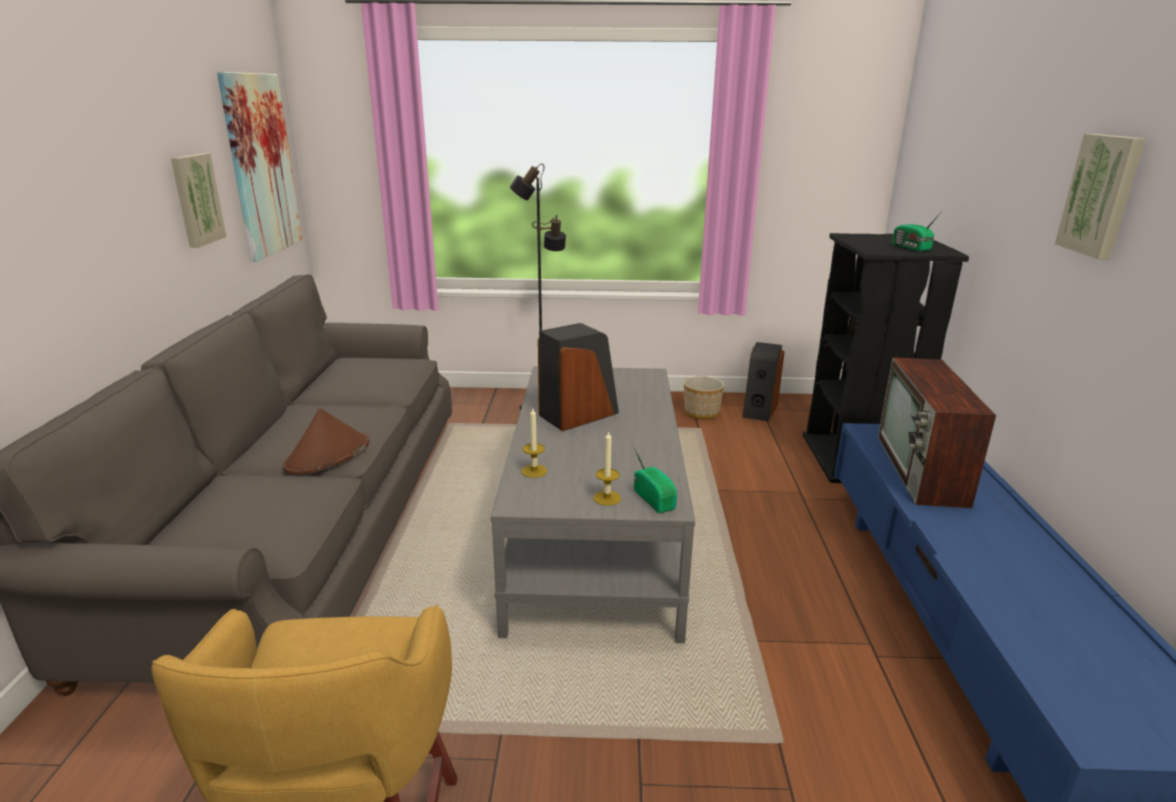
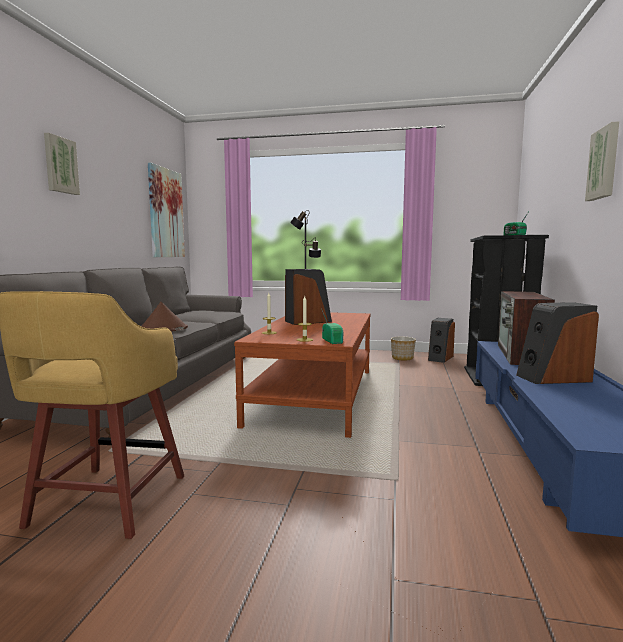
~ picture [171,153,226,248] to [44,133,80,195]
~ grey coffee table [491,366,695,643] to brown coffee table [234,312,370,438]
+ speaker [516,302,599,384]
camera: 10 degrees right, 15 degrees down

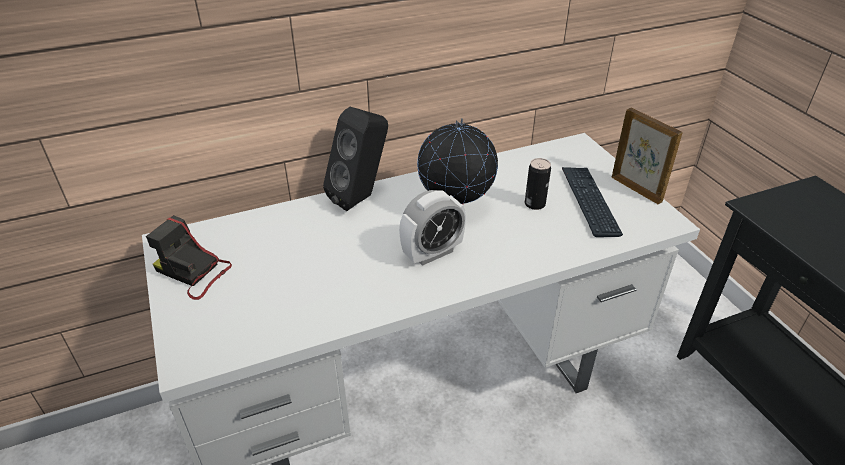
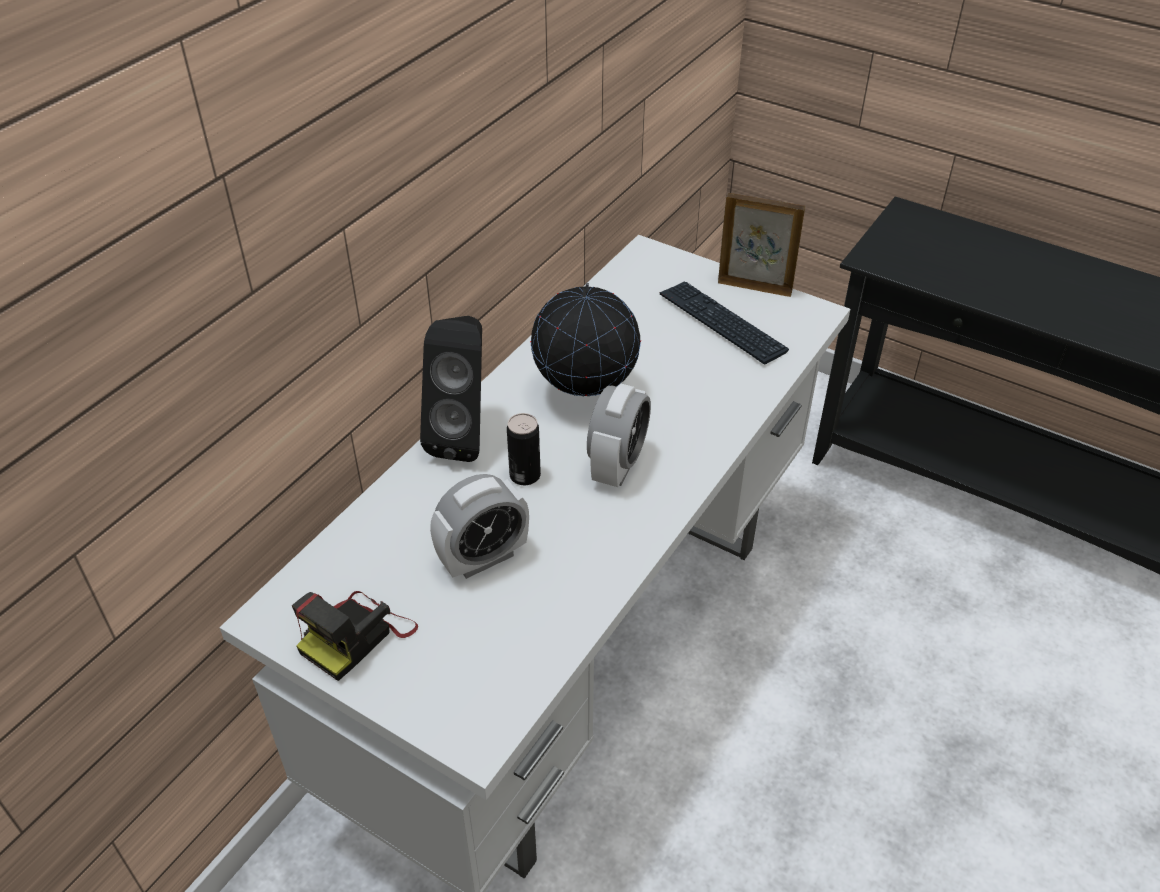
~ photo camera [146,215,232,300] = [292,591,418,681] 45 degrees counterclockwise
+ alarm clock [430,474,529,579]
~ can [525,158,551,210] to [507,413,541,485]
camera: 35 degrees left, 5 degrees up

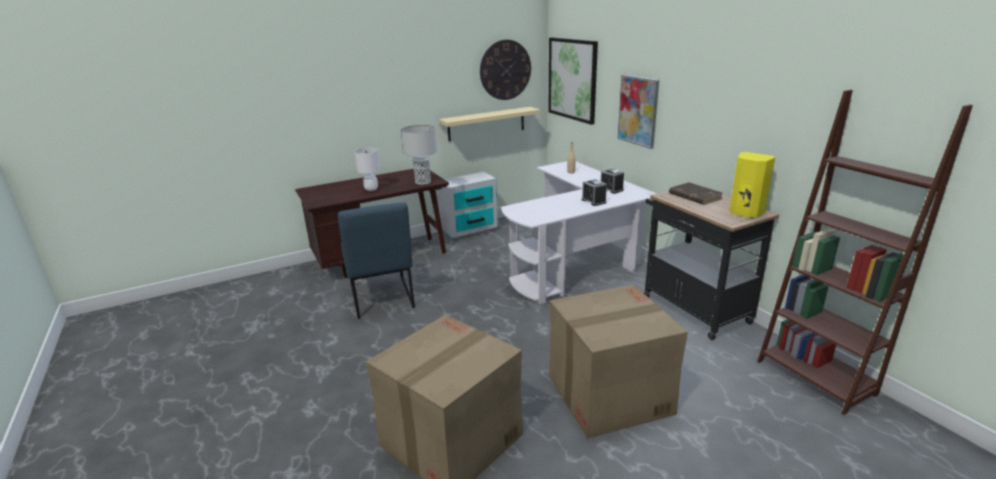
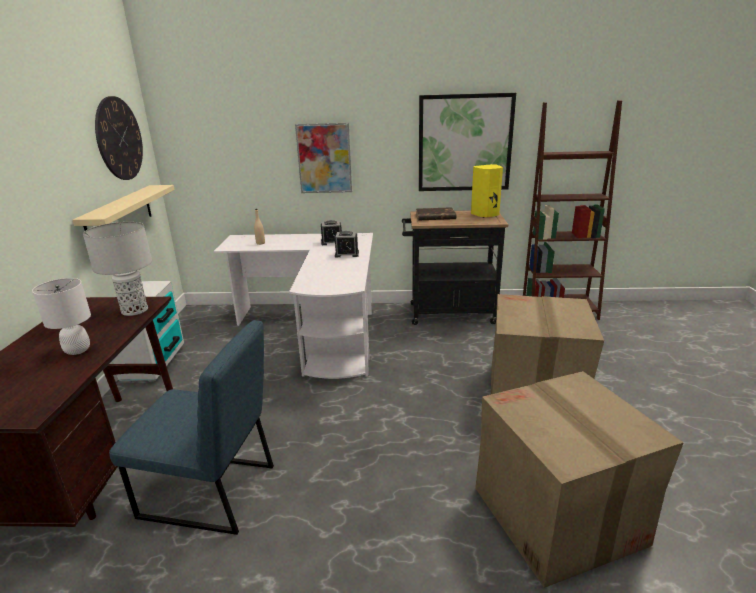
~ picture [549,38,598,125] to [419,93,516,191]
camera: 60 degrees left, 0 degrees up

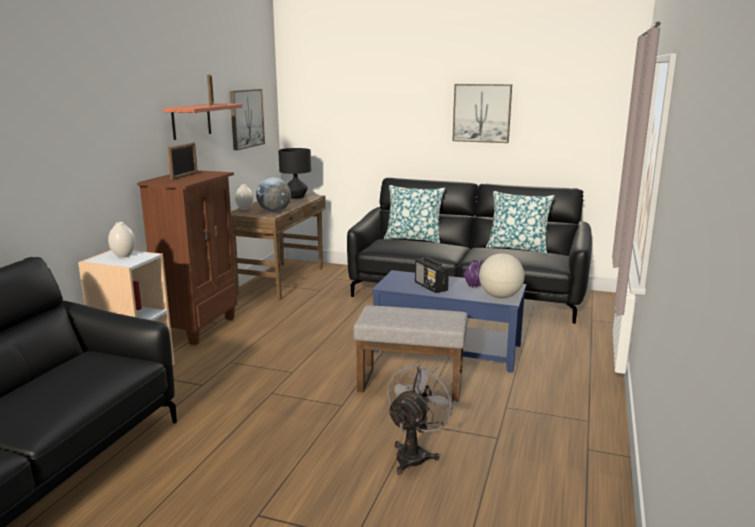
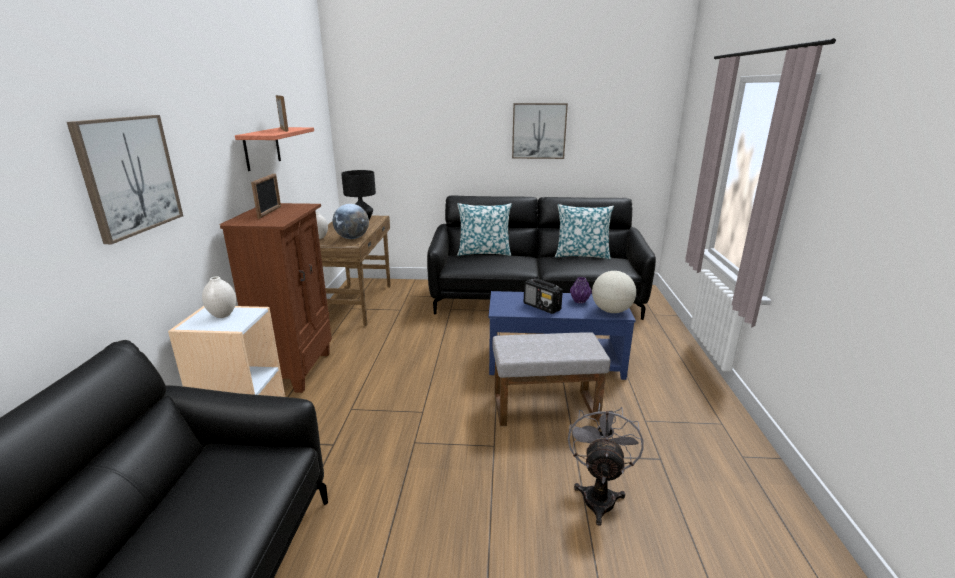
~ picture [230,89,265,150] to [67,115,183,244]
camera: 15 degrees left, 5 degrees up

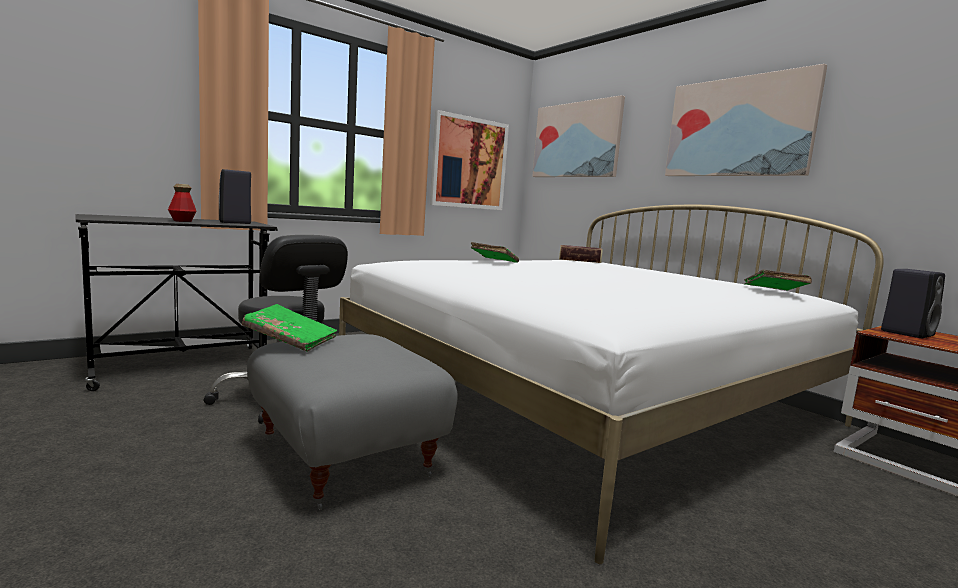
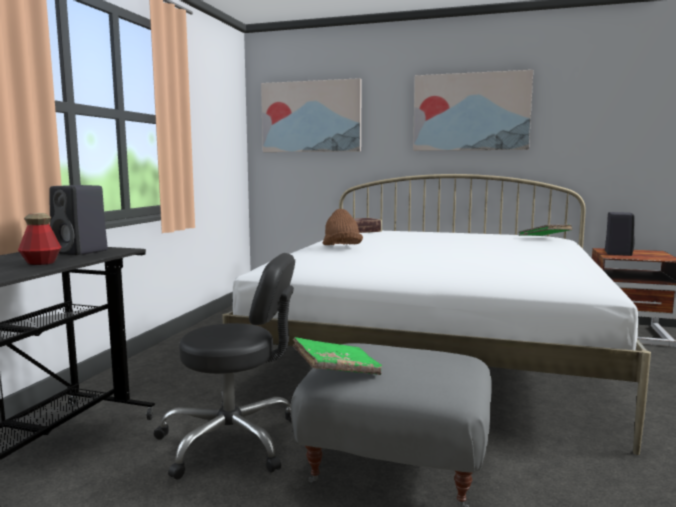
~ green book [471,242,519,263] to brown hat [323,209,363,245]
- picture [430,110,509,210]
camera: 35 degrees left, 0 degrees up

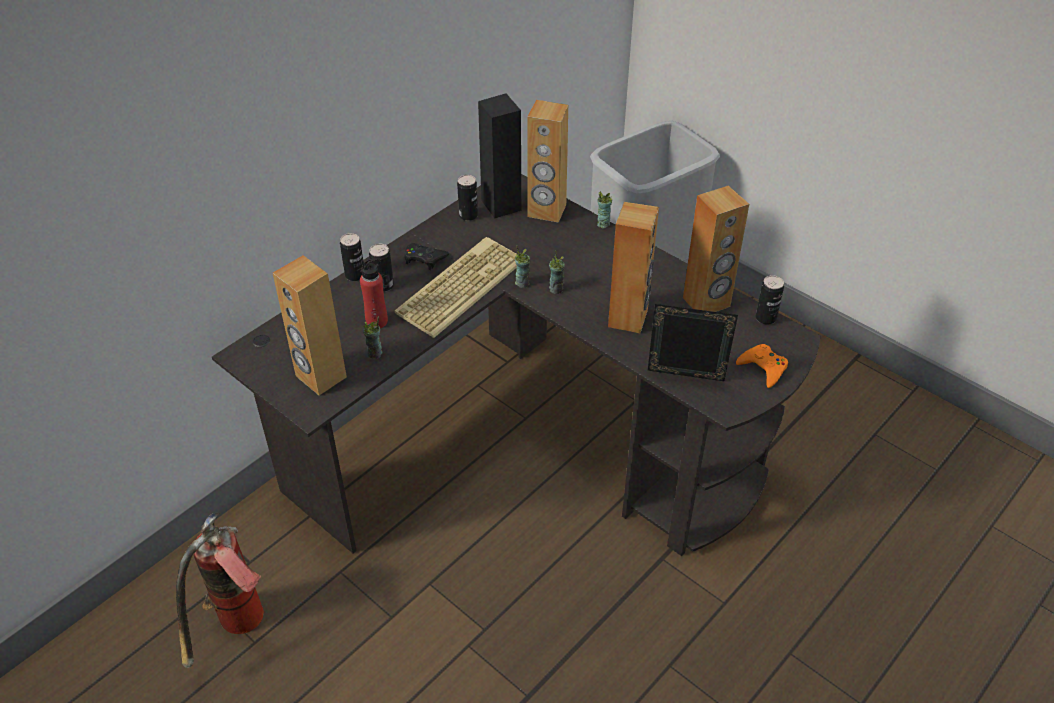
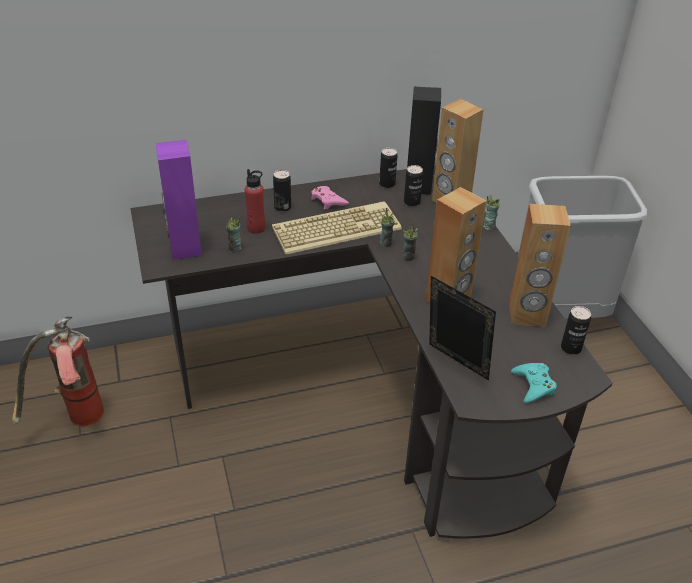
~ brown speaker [273,255,347,396] to purple speaker [156,140,202,259]
~ black game controller [405,243,449,270] to pink game controller [311,186,349,209]
~ can [340,233,363,281] to [404,165,423,207]
~ orange game controller [736,344,788,388] to turquoise game controller [511,363,557,403]
camera: 30 degrees right, 5 degrees down

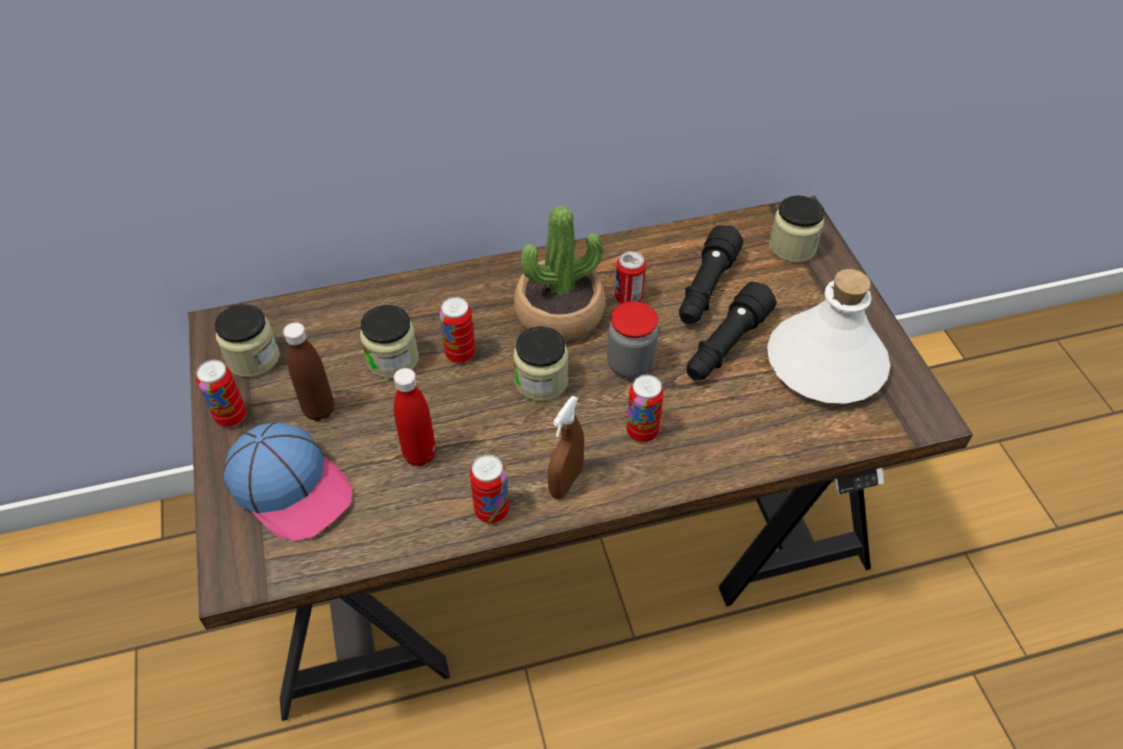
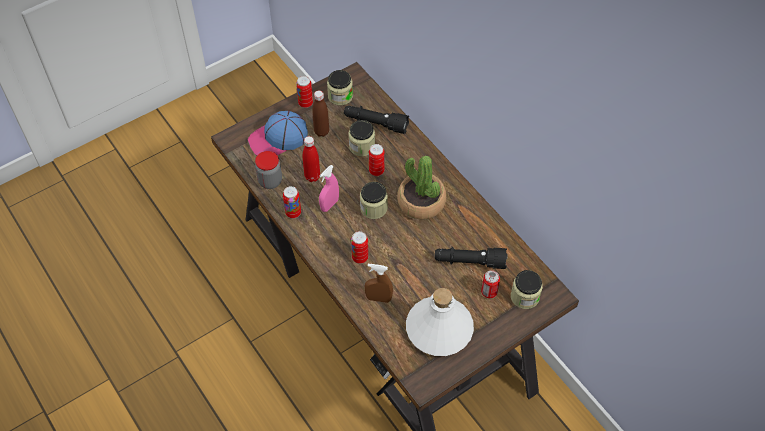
~ cap [223,422,353,541] = [248,111,308,155] 45 degrees clockwise
~ jar [607,301,659,378] to [255,151,282,189]
+ pink spray bottle [319,165,339,212]
~ black flashlight [686,281,777,380] to [344,106,409,134]
~ brown spray bottle [548,396,584,499] to [365,264,393,303]
~ can [615,251,646,304] to [481,270,500,298]
camera: 70 degrees right, 5 degrees up

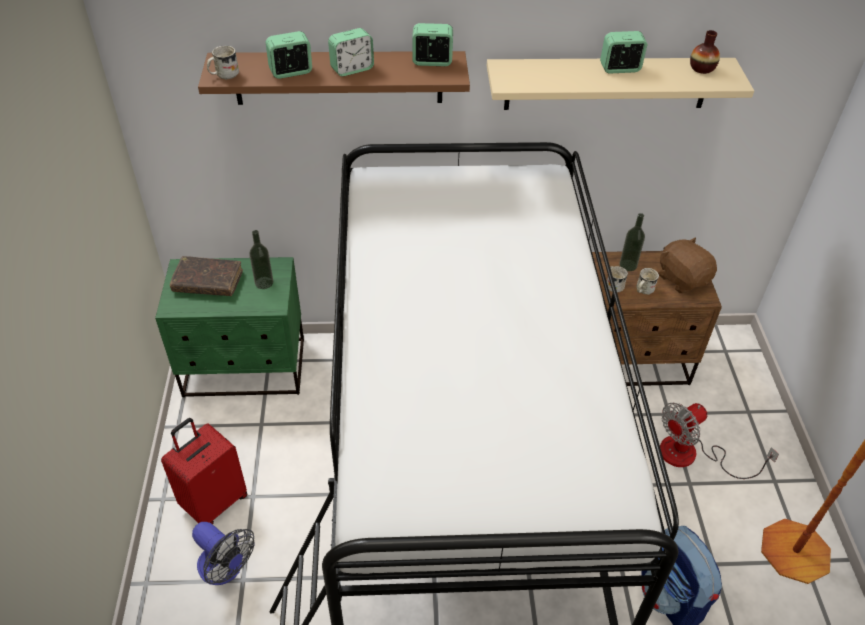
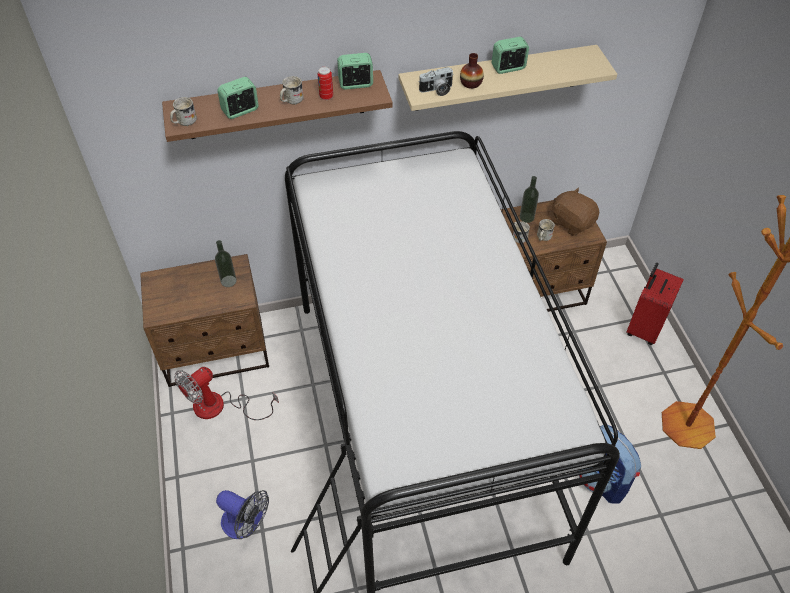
~ green nightstand [155,257,304,397] to brown nightstand [140,254,269,387]
~ fan [660,403,779,479] to [174,367,279,420]
~ alarm clock [328,28,374,76] to white mug [280,76,303,105]
+ can [318,67,333,100]
+ photo camera [418,67,454,96]
~ vase [690,30,720,74] to [460,53,484,89]
~ red suitcase [161,418,248,524] to [627,263,684,345]
- brown book [170,256,243,296]
camera: 10 degrees left, 5 degrees up

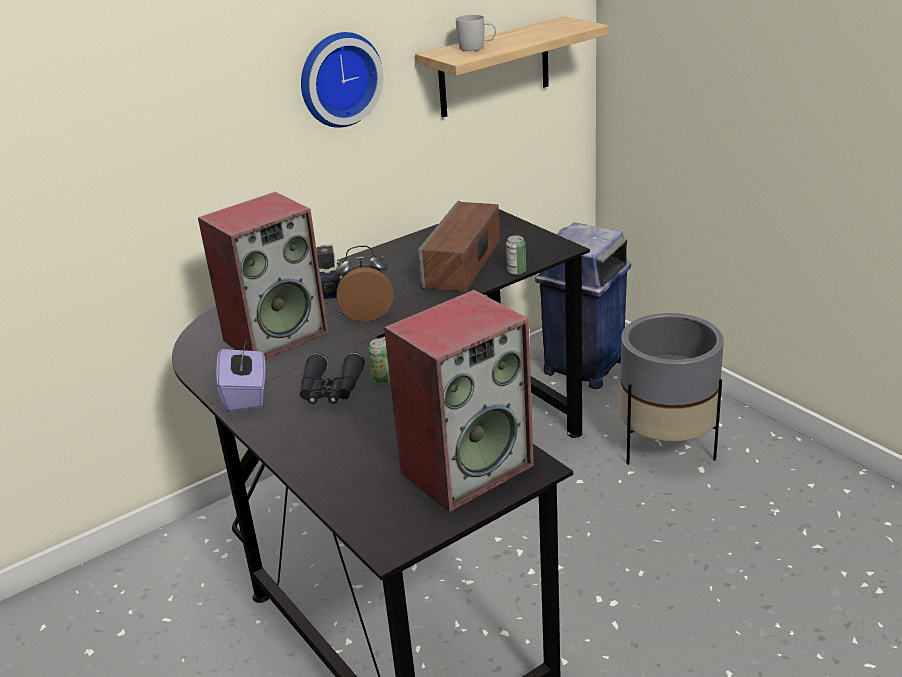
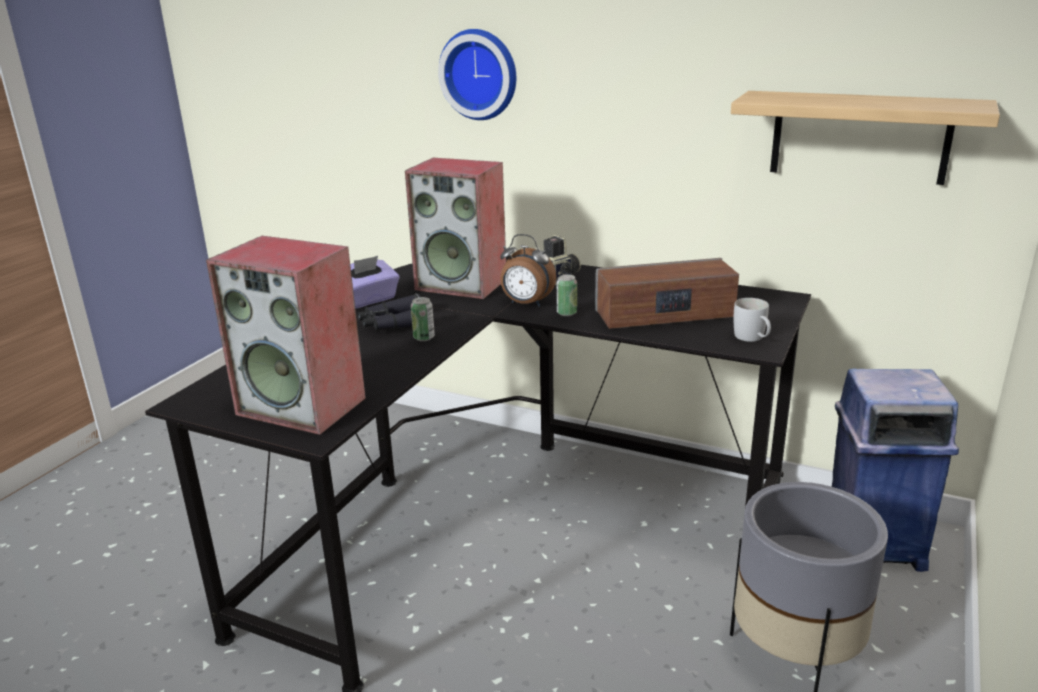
~ wall clock [301,32,384,128] to [438,29,516,120]
~ alarm clock [335,245,394,322] = [500,234,556,306] 150 degrees clockwise
~ can [506,235,526,275] to [557,274,577,316]
~ white mug [456,15,496,51] to [734,298,771,342]
camera: 60 degrees right, 5 degrees down

